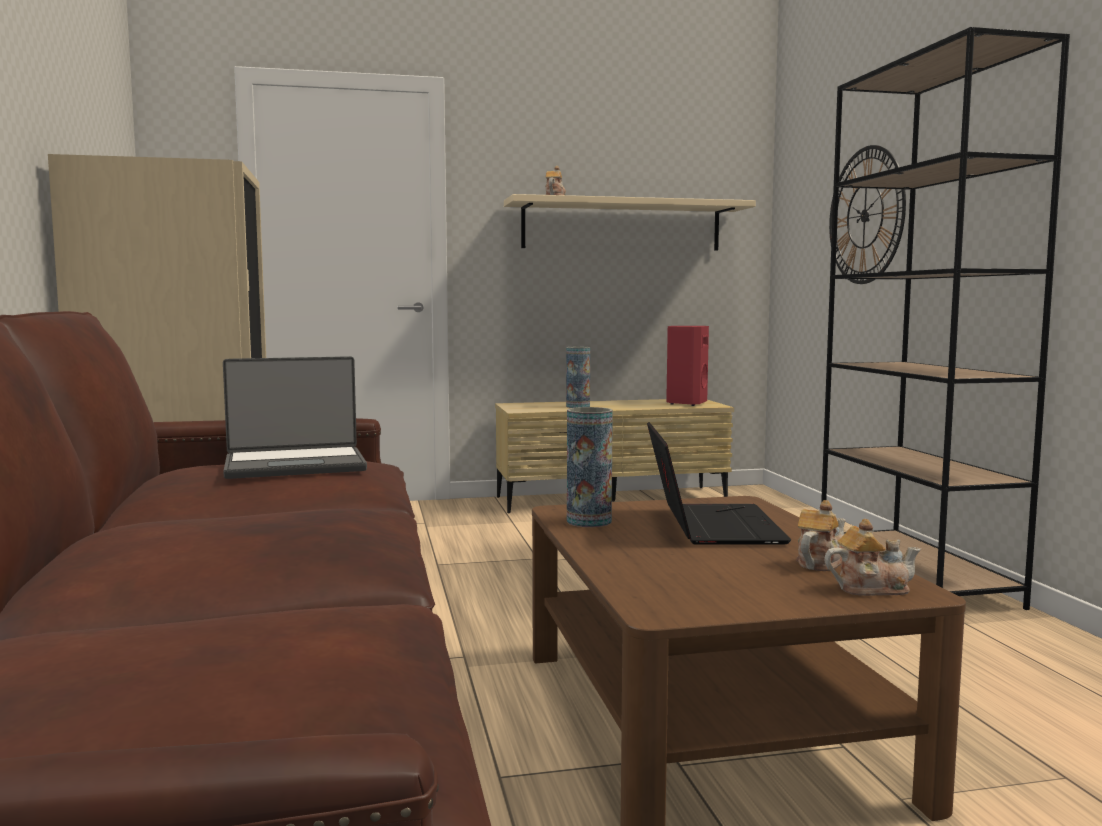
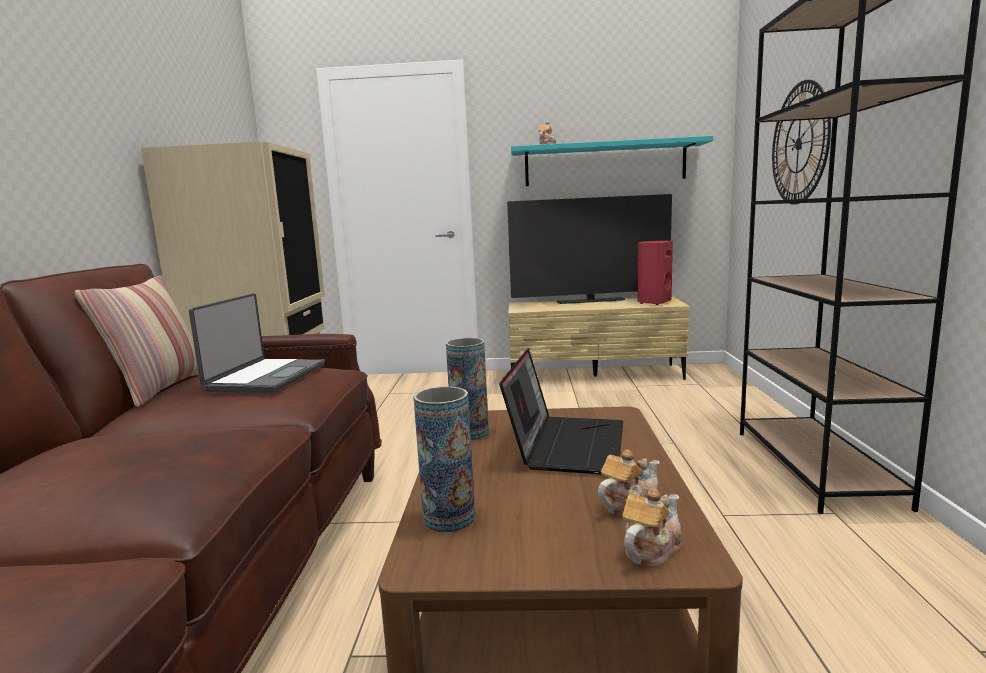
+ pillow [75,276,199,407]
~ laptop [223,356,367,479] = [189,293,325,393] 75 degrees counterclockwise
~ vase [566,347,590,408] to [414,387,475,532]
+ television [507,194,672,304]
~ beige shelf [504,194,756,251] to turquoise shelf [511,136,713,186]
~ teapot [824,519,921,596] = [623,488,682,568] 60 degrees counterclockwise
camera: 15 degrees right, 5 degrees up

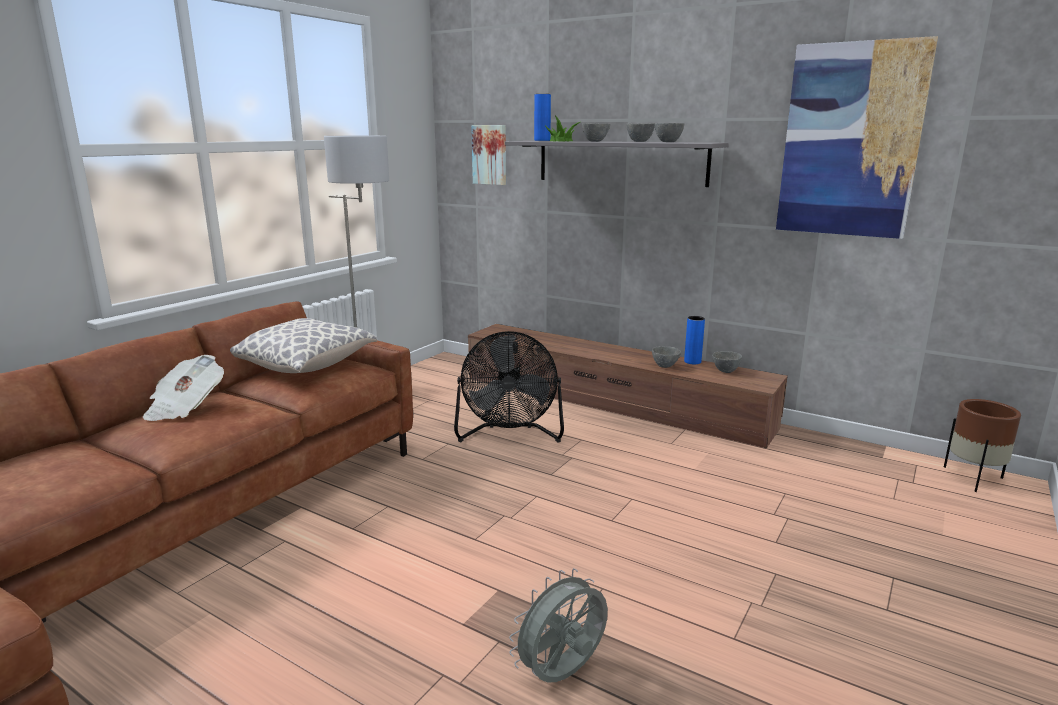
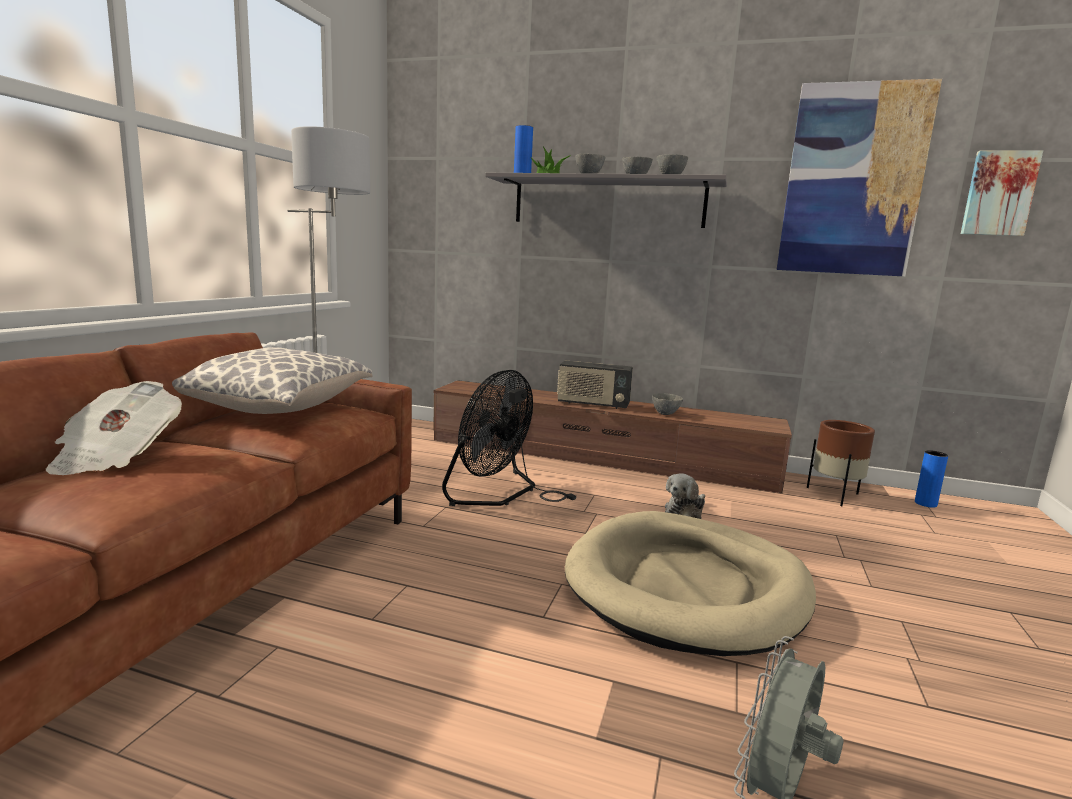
~ black fan [454,331,564,443] = [442,370,577,506] 135 degrees clockwise
+ radio [557,360,633,409]
+ beige dog bed [565,511,816,656]
+ plush toy [665,473,705,519]
~ brown planter [944,399,1021,492] to [807,420,875,506]
~ blue vase [684,316,705,364] to [915,450,948,508]
~ picture [471,125,506,185] to [961,150,1043,236]
- grey bowl [712,351,742,373]
camera: 15 degrees left, 5 degrees down

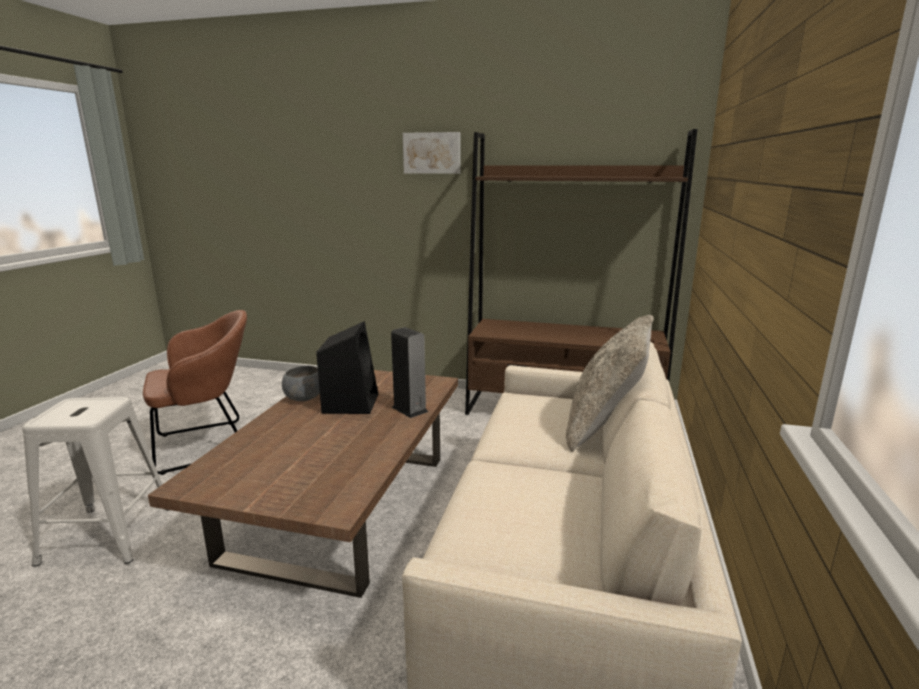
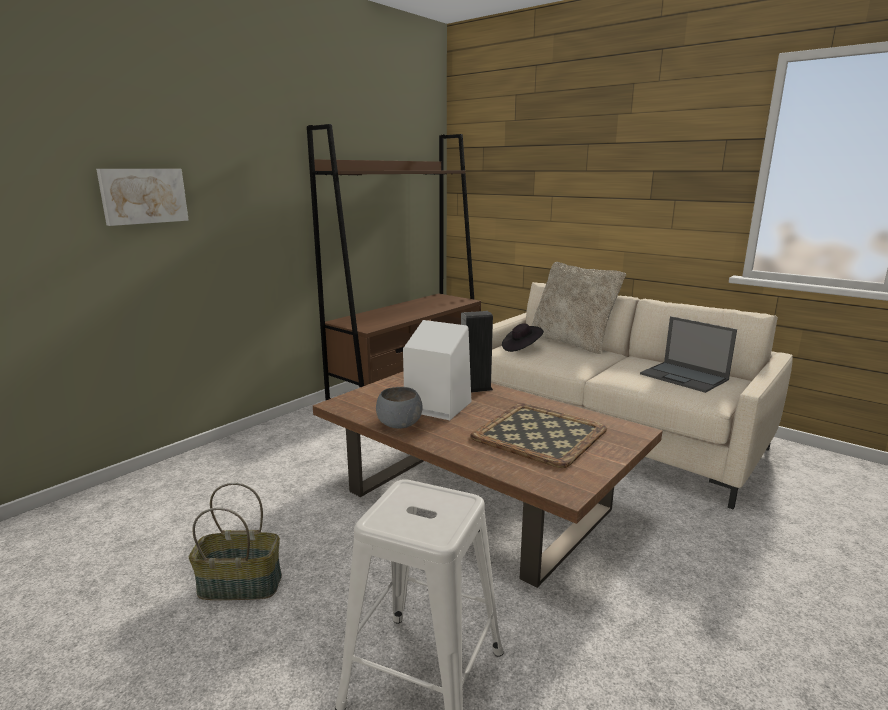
~ picture [403,132,460,174] to [96,169,189,226]
~ brown armchair [143,310,247,475] to basket [189,483,282,600]
~ black speaker [316,321,378,414] to white speaker [403,320,471,420]
+ tray [471,403,607,468]
+ black hat [502,323,544,352]
+ laptop [640,316,737,393]
camera: 65 degrees left, 0 degrees up

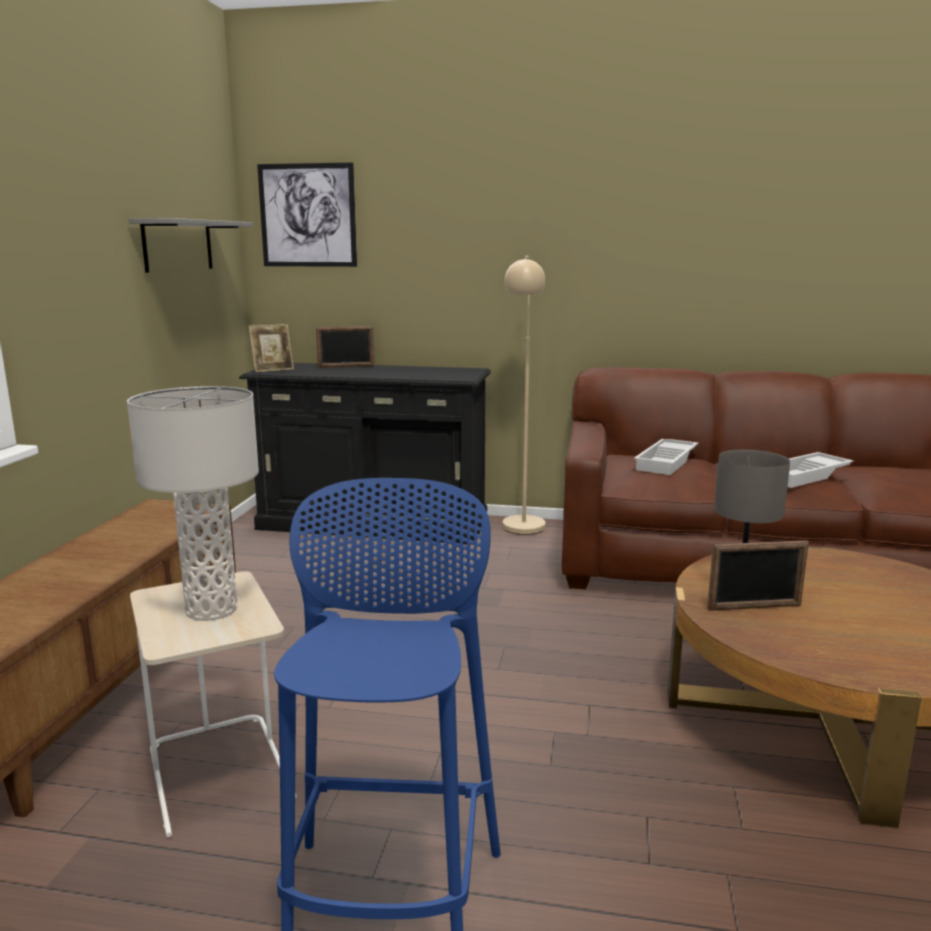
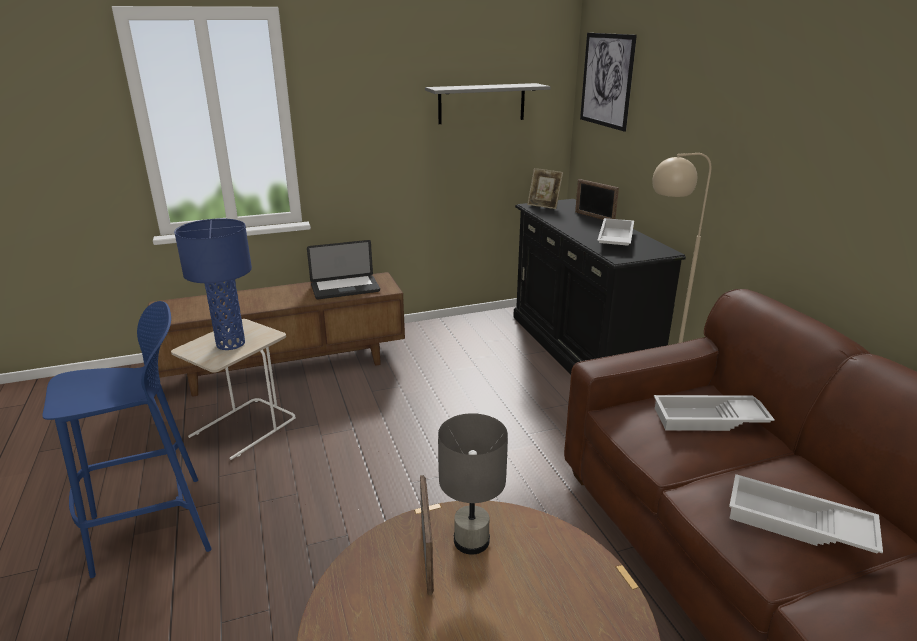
~ white table lamp [127,386,259,621] to blue table lamp [174,219,252,350]
+ laptop [307,240,380,299]
~ picture frame [707,540,809,611] = [420,475,434,595] 150 degrees counterclockwise
+ white tray [597,218,634,246]
camera: 60 degrees right, 10 degrees up

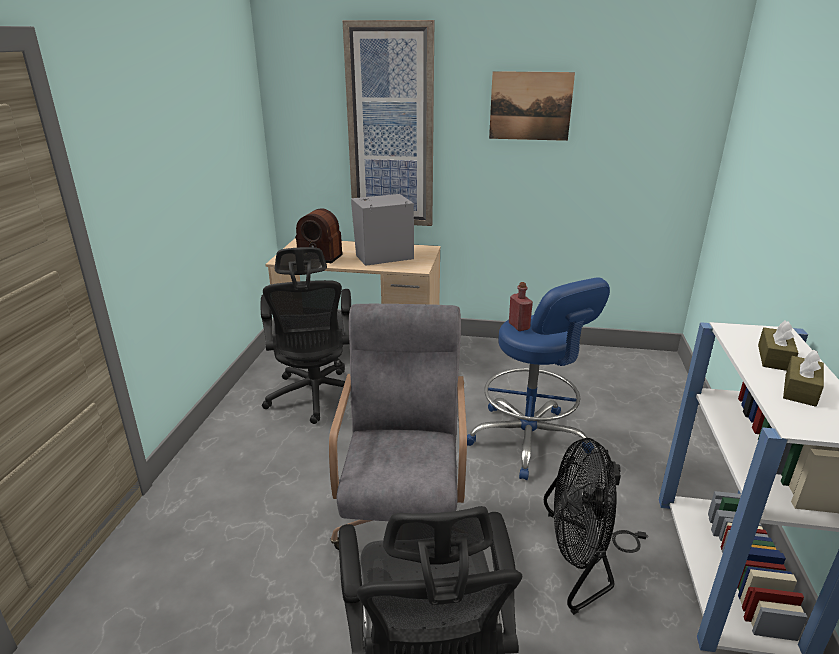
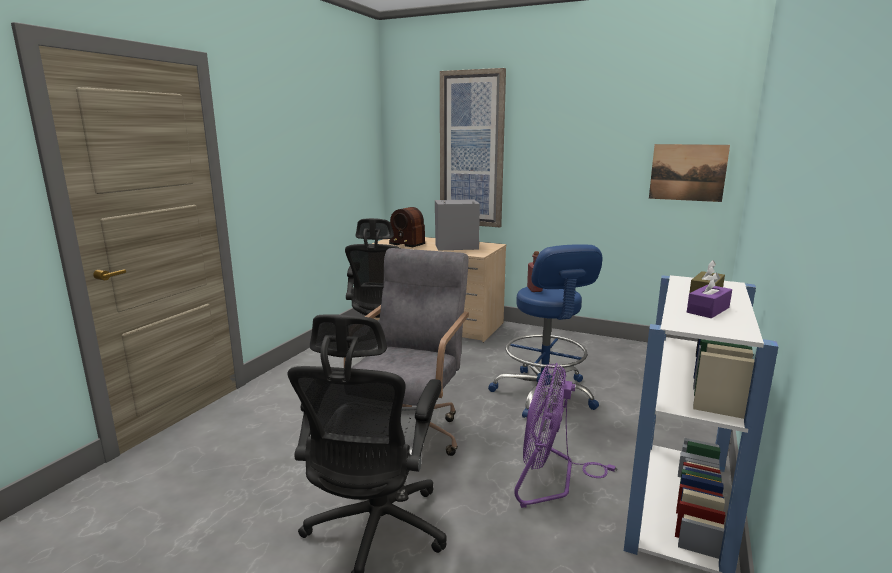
~ black fan [544,438,649,615] to purple fan [514,363,618,508]
~ picture [489,71,575,141] to [649,144,730,202]
~ brown tissue box [783,350,824,407] to purple tissue box [687,273,732,318]
camera: 15 degrees right, 10 degrees down

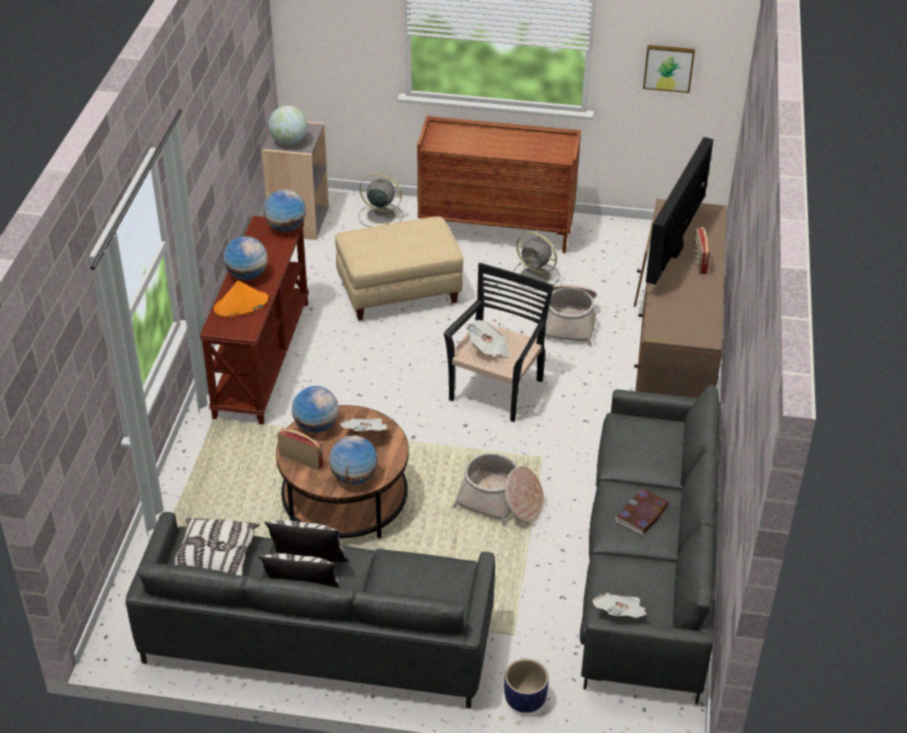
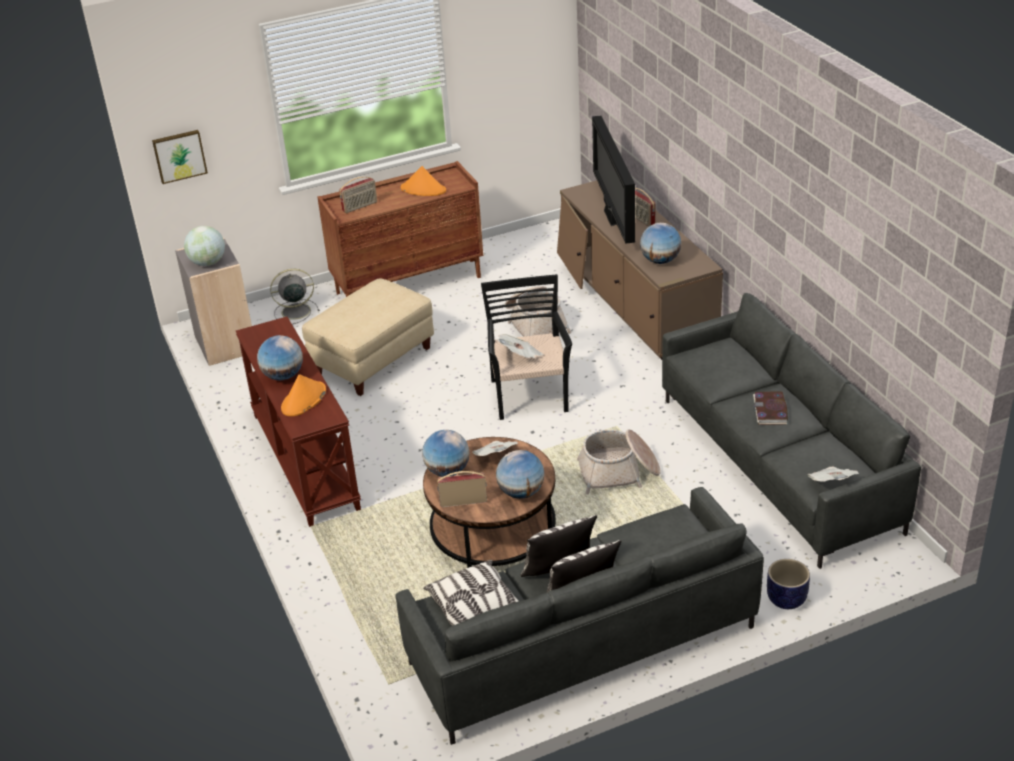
~ picture [643,45,695,93] to [152,130,208,184]
+ radio [339,177,377,213]
+ orange hat [401,166,446,196]
~ globe [264,189,306,232] to [640,223,681,264]
- grey fan [513,232,559,290]
camera: 30 degrees left, 5 degrees down

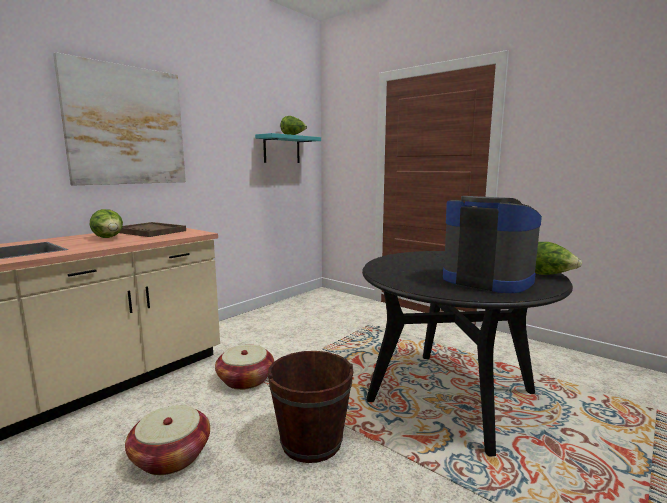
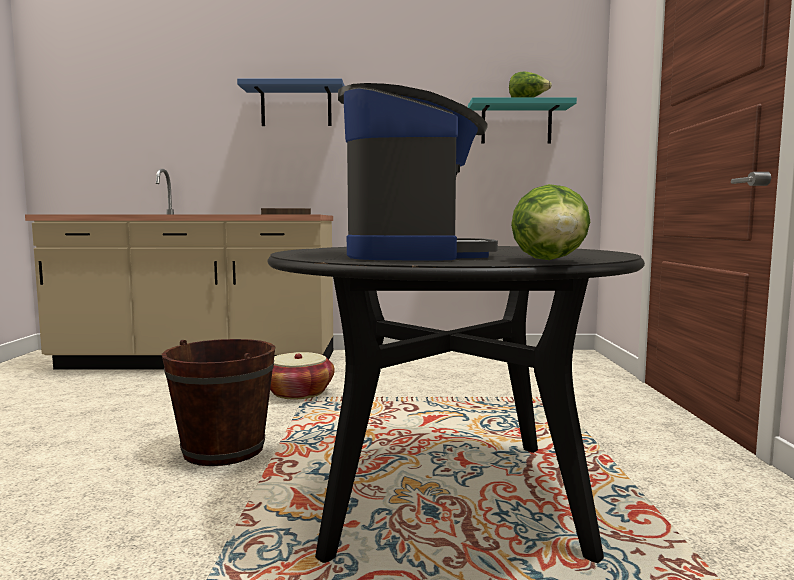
~ picture [53,52,186,185] to blue shelf [237,79,345,126]
- lettuce [90,209,123,238]
- basket [125,405,210,475]
camera: 50 degrees right, 5 degrees down

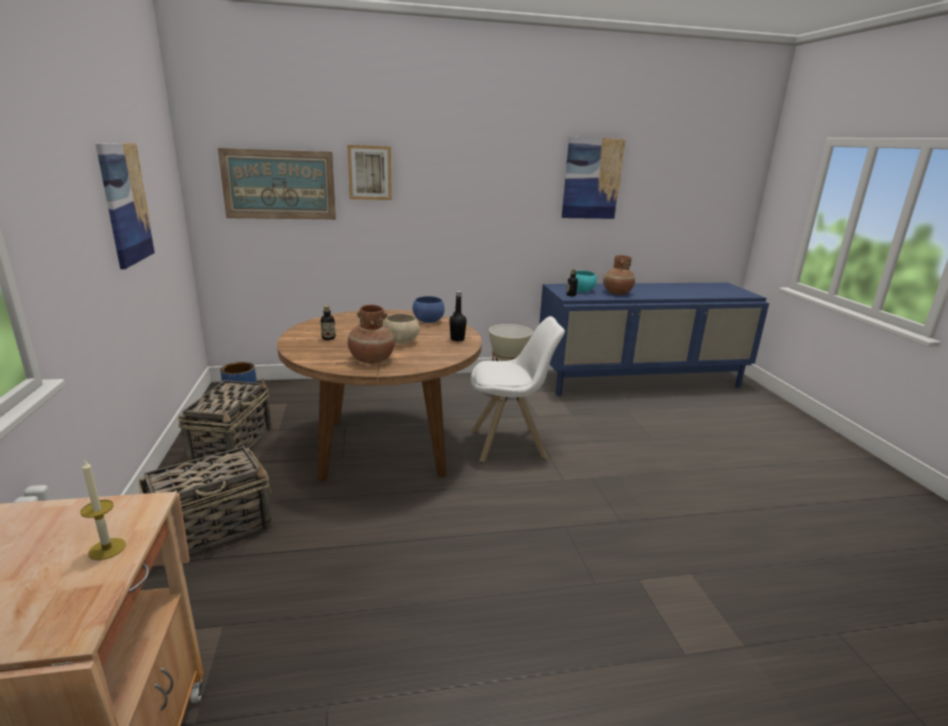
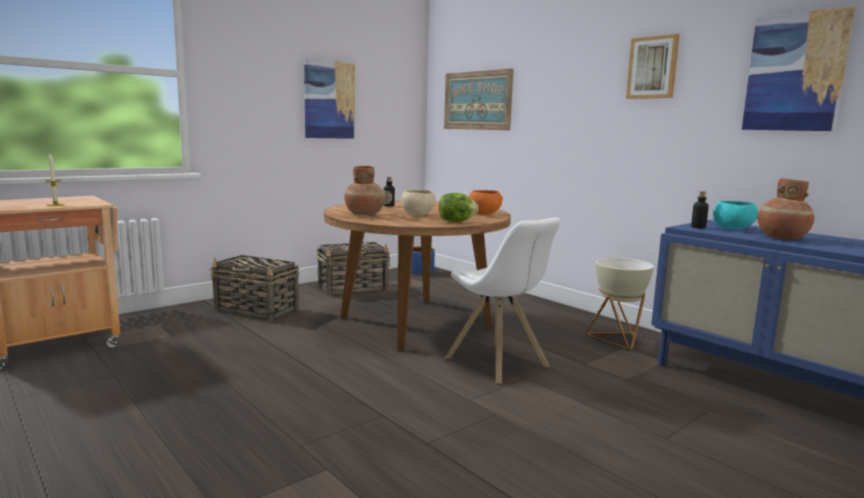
~ black bottle [449,291,467,342] to lettuce [439,193,479,222]
~ blue bowl [413,296,445,323] to orange bowl [469,190,503,215]
~ picture [347,145,392,200] to [626,34,680,99]
camera: 60 degrees right, 10 degrees down

